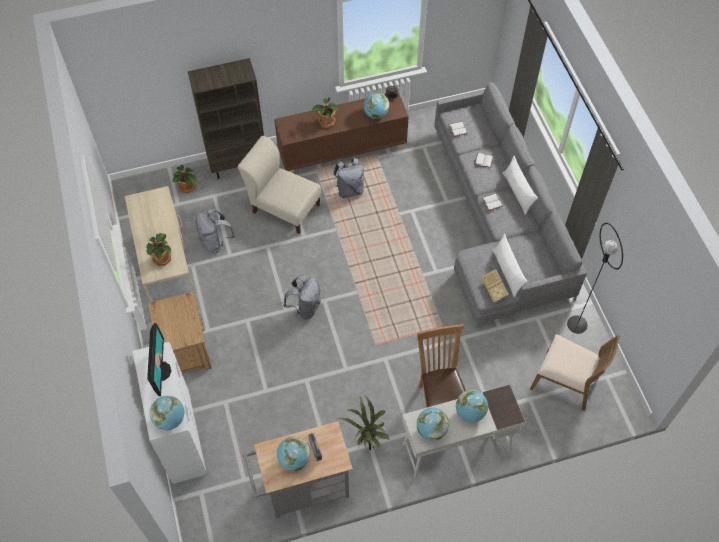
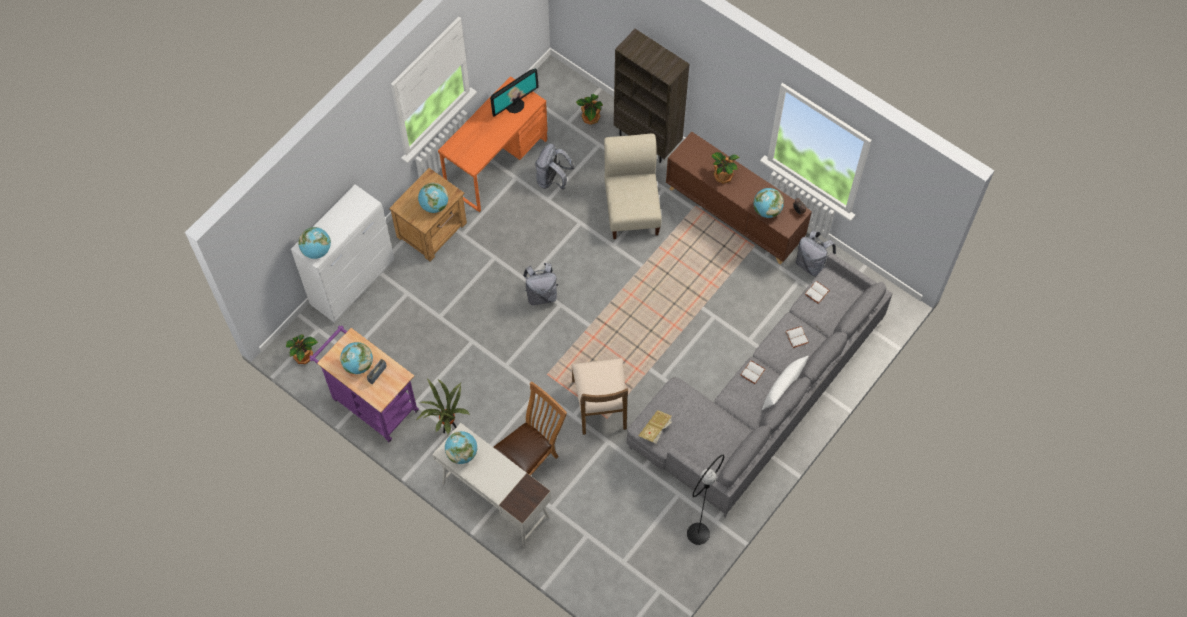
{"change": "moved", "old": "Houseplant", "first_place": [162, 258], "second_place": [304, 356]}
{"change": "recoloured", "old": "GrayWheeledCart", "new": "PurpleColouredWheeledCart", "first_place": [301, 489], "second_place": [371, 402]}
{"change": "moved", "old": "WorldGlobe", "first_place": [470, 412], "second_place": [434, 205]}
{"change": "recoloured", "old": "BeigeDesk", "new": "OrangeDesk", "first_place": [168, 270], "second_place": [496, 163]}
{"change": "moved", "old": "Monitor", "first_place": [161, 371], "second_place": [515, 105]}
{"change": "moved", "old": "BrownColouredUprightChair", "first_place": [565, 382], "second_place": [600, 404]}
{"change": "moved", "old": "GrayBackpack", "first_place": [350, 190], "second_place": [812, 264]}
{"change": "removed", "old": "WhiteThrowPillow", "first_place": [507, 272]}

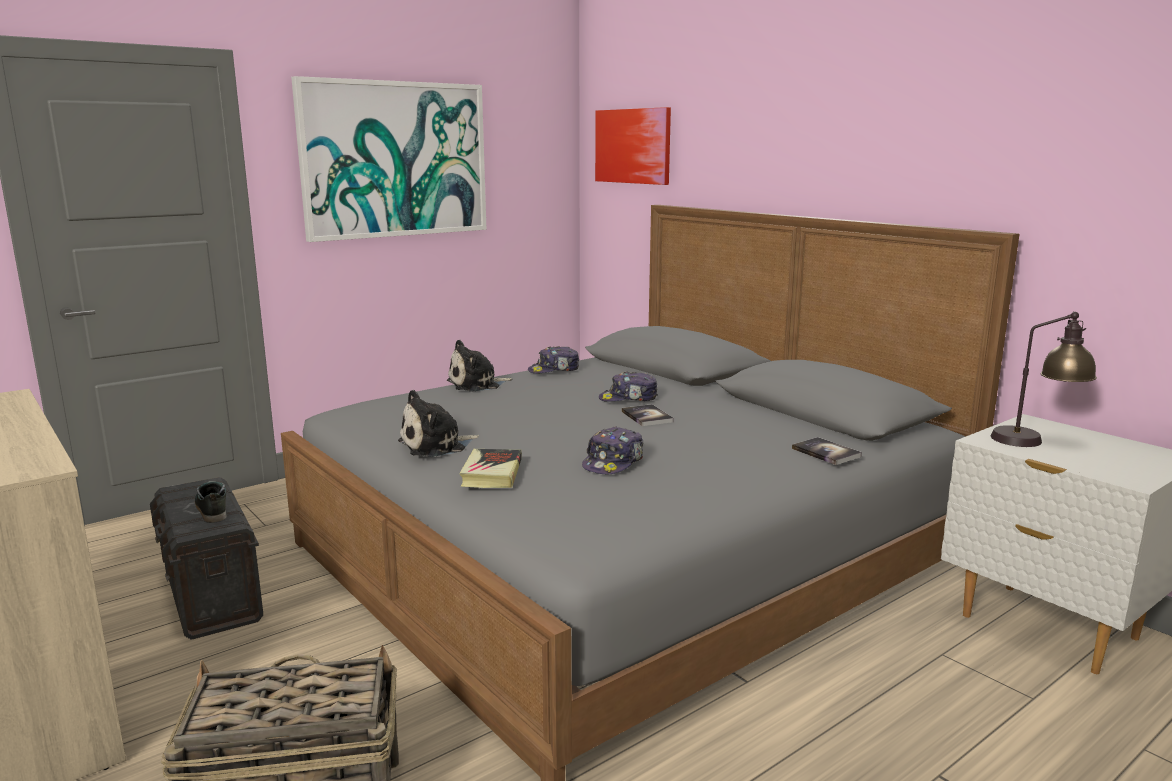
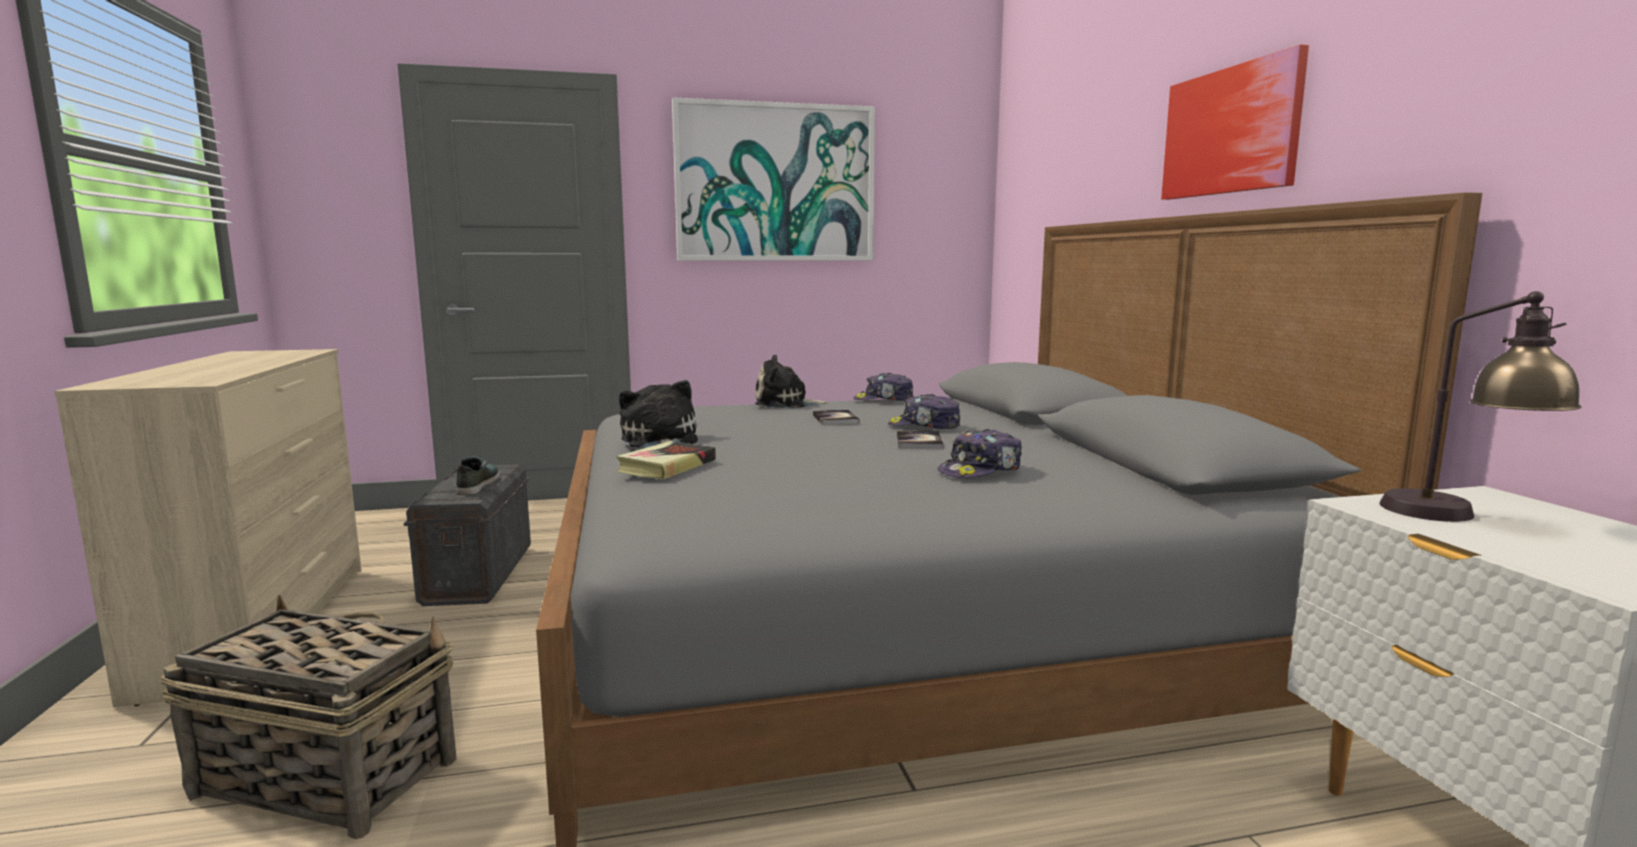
{"change": "turned", "old": "PlushToy", "first_place": [436, 446], "second_place": [660, 441], "degrees": 75}
{"change": "moved", "old": "Book", "first_place": [826, 452], "second_place": [835, 419]}
{"change": "moved", "old": "BaseballCap", "first_place": [613, 463], "second_place": [981, 471]}
{"change": "moved", "old": "WallArt", "first_place": [633, 146], "second_place": [1230, 131]}

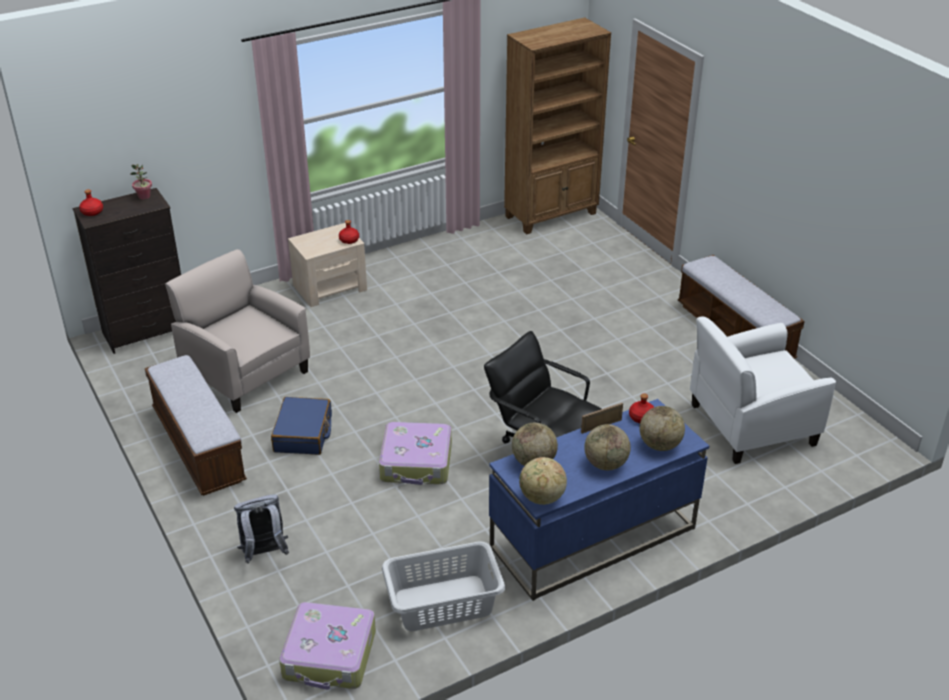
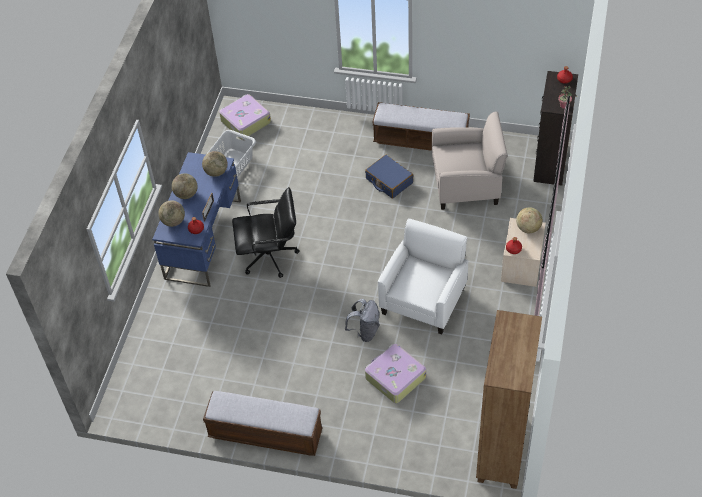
{"change": "moved", "old": "GrayBackpack", "first_place": [264, 553], "second_place": [365, 331]}
{"change": "moved", "old": "TravelCase", "first_place": [416, 463], "second_place": [394, 377]}
{"change": "moved", "old": "WhiteArmchair", "first_place": [750, 425], "second_place": [423, 300]}
{"change": "moved", "old": "WorldGlobe", "first_place": [542, 498], "second_place": [528, 228]}

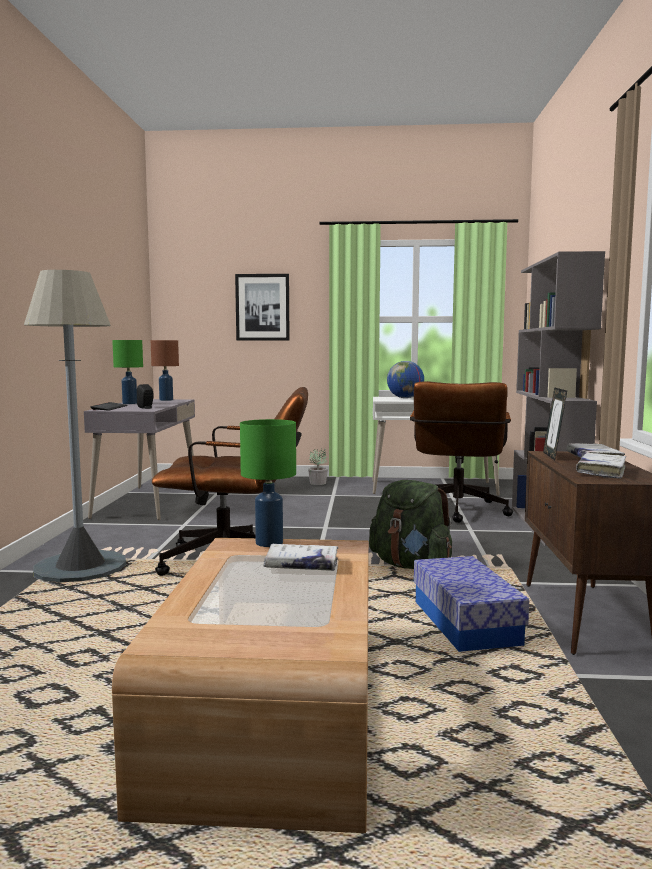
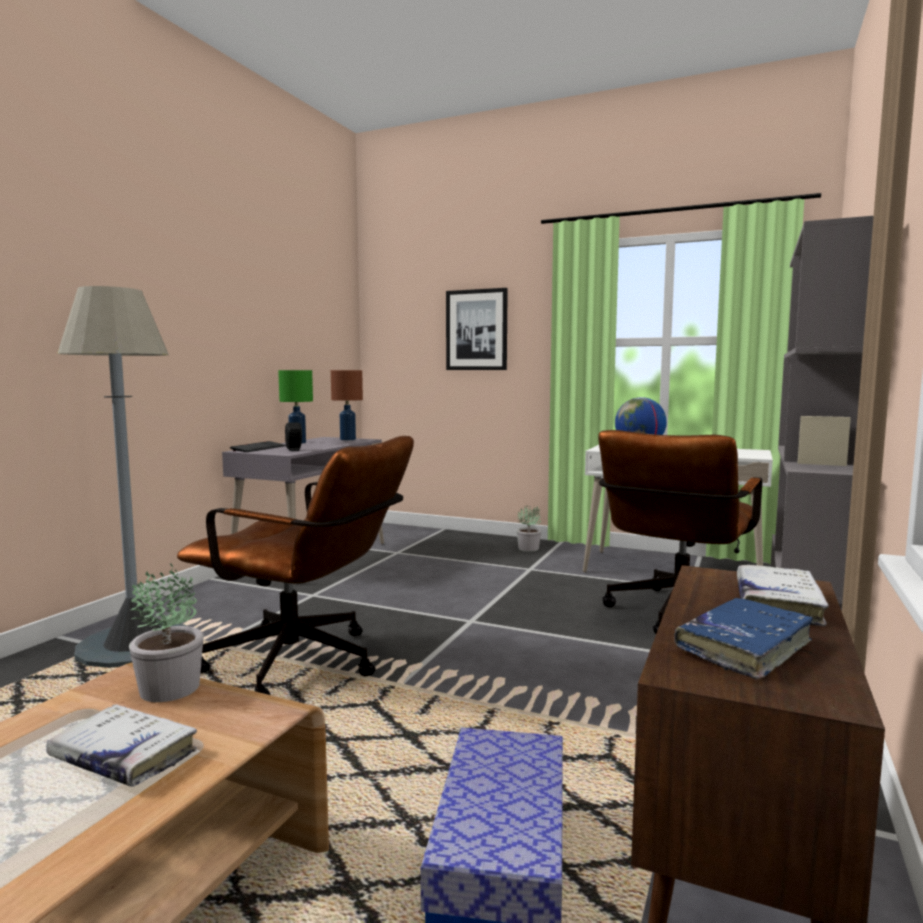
{"change": "replaced", "old": "GreenTabletopLamp", "new": "Houseplant", "first_place": [268, 543], "second_place": [169, 688]}
{"change": "recoloured", "old": "WhiteBook", "new": "BluishBook", "first_place": [601, 472], "second_place": [744, 647]}
{"change": "removed", "old": "GreenBackpack", "first_place": [411, 565]}
{"change": "removed", "old": "PictureFrame", "first_place": [553, 456]}

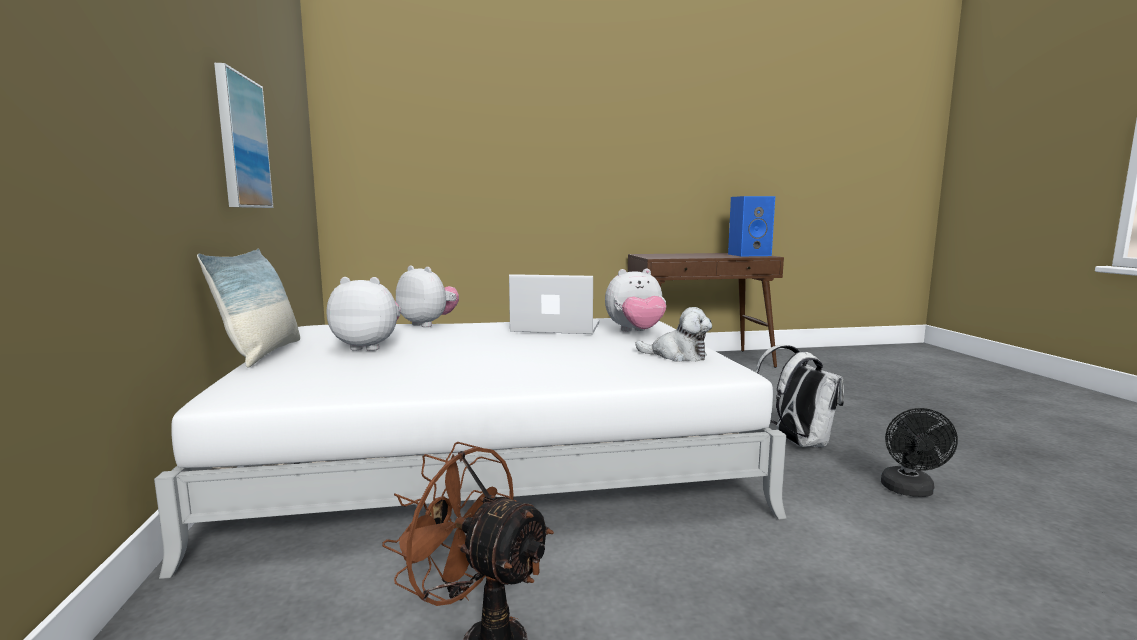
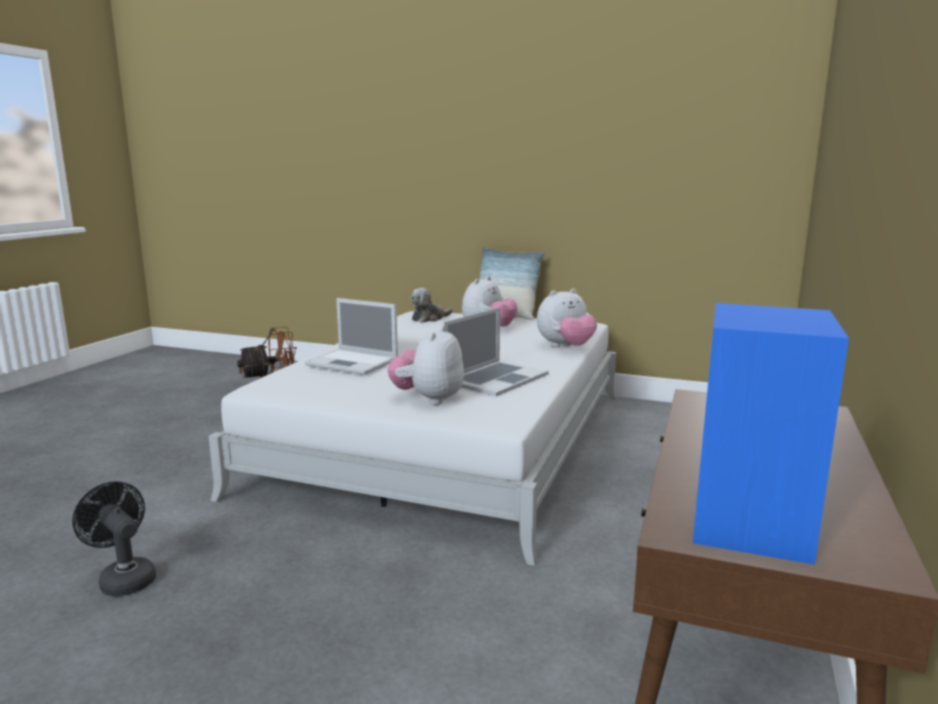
{"change": "added", "new": "Laptop", "second_place": [353, 363]}
{"change": "moved", "old": "PlushToy", "first_place": [677, 356], "second_place": [429, 318]}
{"change": "removed", "old": "WallArt", "first_place": [242, 142]}
{"change": "removed", "old": "WhiteBackpack", "first_place": [796, 442]}

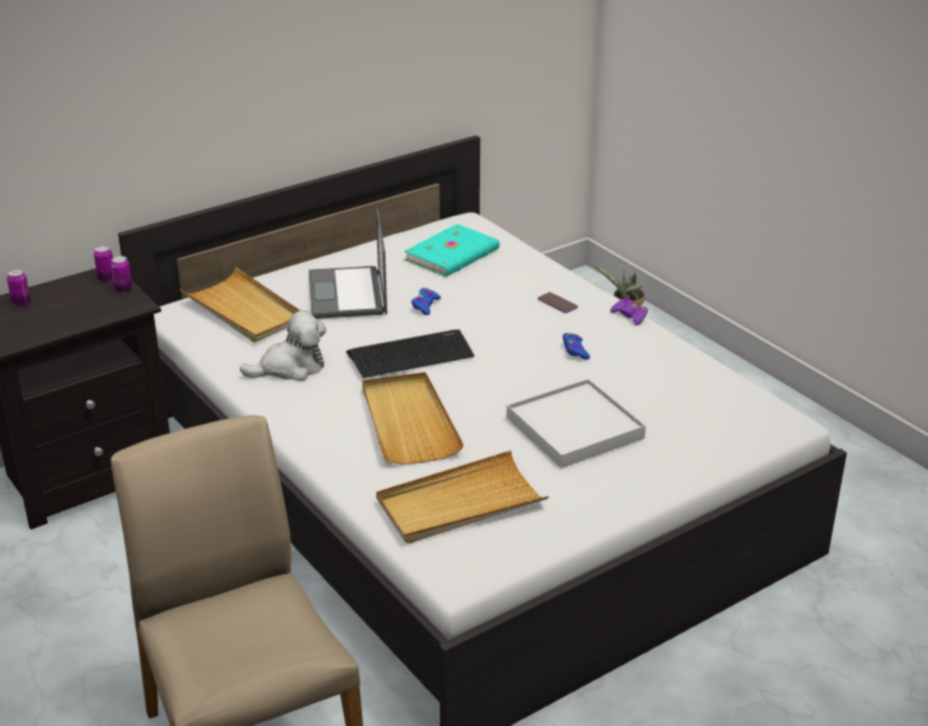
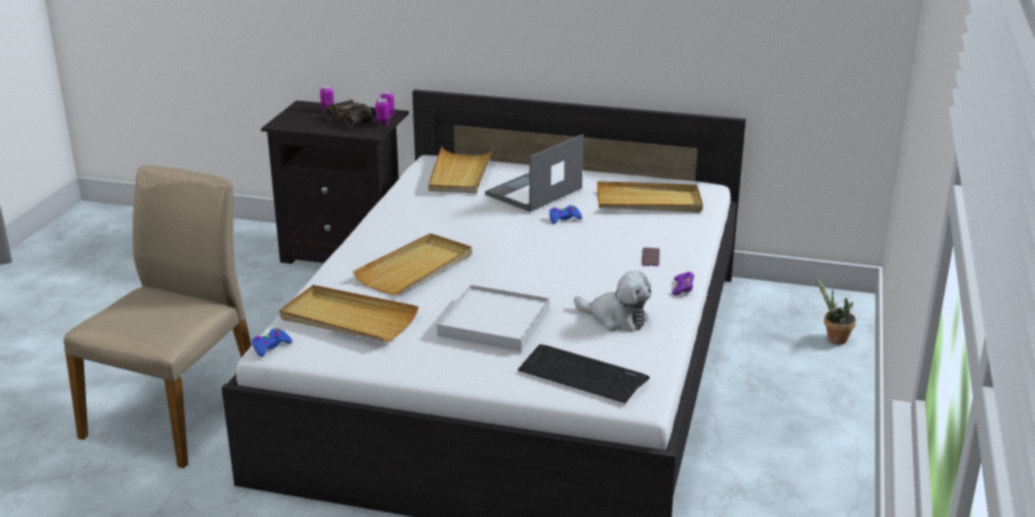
{"change": "moved", "old": "BluishJoypad", "first_place": [575, 350], "second_place": [270, 346]}
{"change": "added", "new": "PairOfBinoculars", "second_place": [353, 119]}
{"change": "moved", "old": "Keyboard", "first_place": [411, 355], "second_place": [582, 374]}
{"change": "moved", "old": "PlushToy", "first_place": [290, 368], "second_place": [616, 318]}
{"change": "replaced", "old": "BlueGreenBook", "new": "BeigeCarryingTray", "first_place": [453, 255], "second_place": [649, 202]}

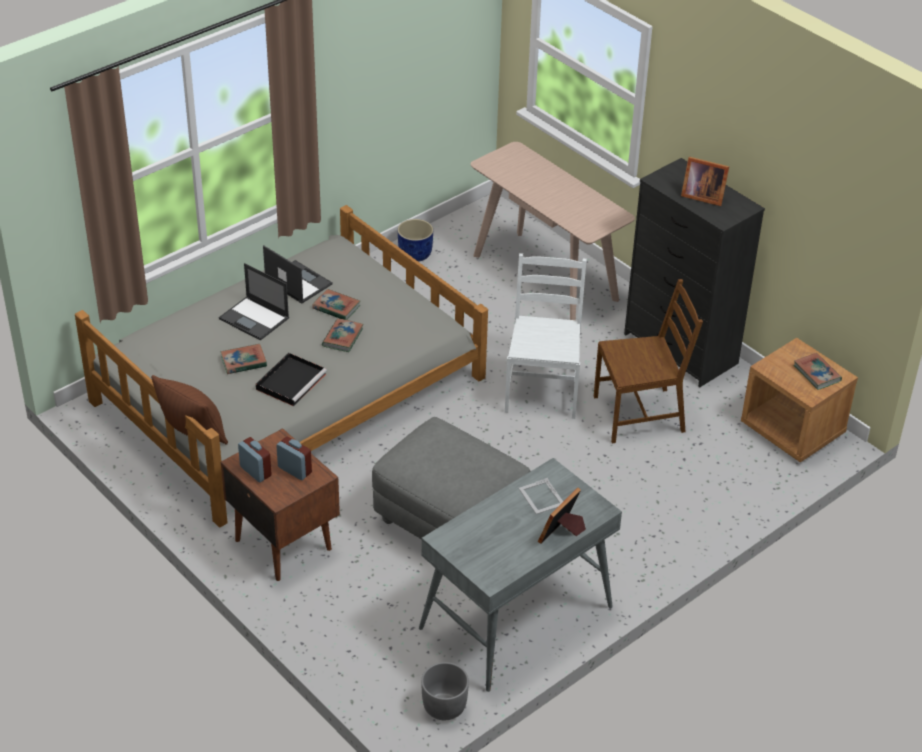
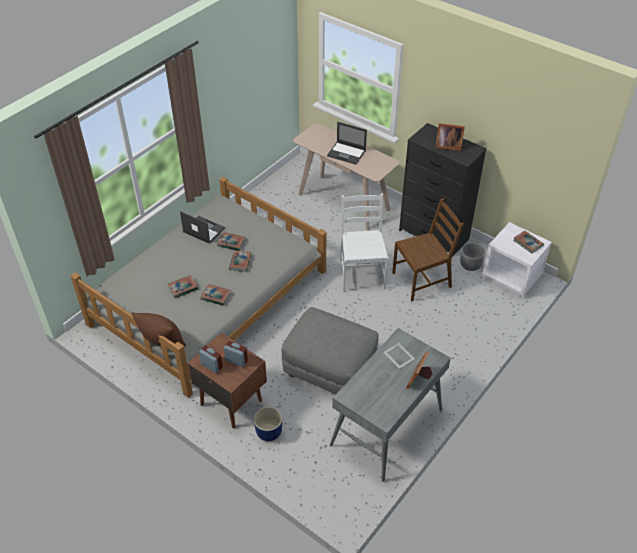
{"change": "replaced", "old": "BlackishCarryingTray", "new": "Book", "first_place": [291, 381], "second_place": [216, 296]}
{"change": "moved", "old": "BluishPlantPot", "first_place": [414, 254], "second_place": [268, 432]}
{"change": "moved", "old": "Laptop", "first_place": [255, 319], "second_place": [347, 153]}
{"change": "moved", "old": "GrayPlantPot", "first_place": [444, 706], "second_place": [470, 265]}
{"change": "recoloured", "old": "BrownColouredNightstand", "new": "WhiteNightstand", "first_place": [793, 430], "second_place": [512, 276]}

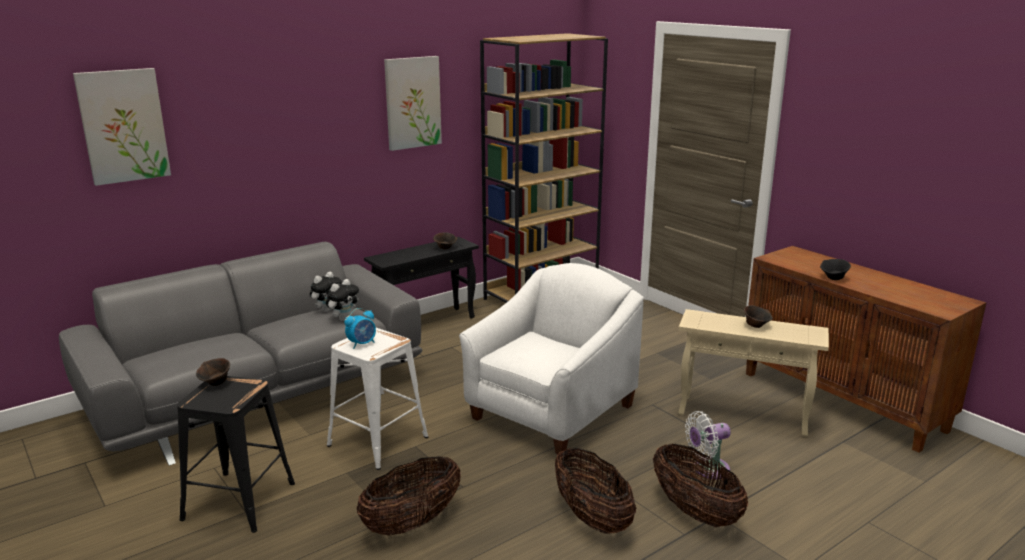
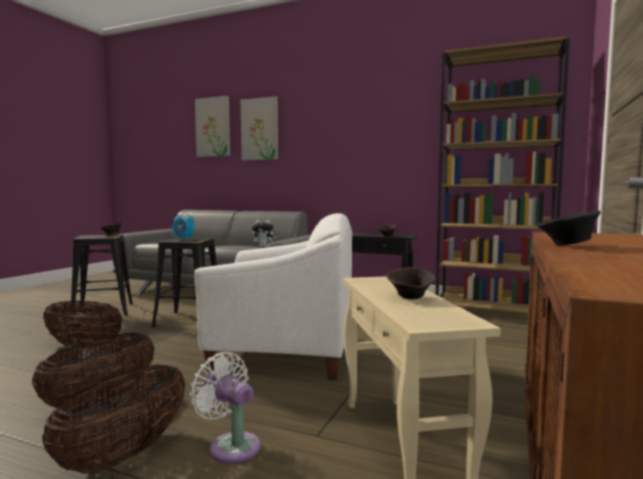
{"change": "recoloured", "old": "WhiteStoolSeat", "new": "BlackishStoolSeat", "first_place": [377, 440], "second_place": [190, 319]}
{"change": "moved", "old": "WallArt", "first_place": [412, 102], "second_place": [260, 129]}
{"change": "removed", "old": "PlushToy", "first_place": [344, 319]}

